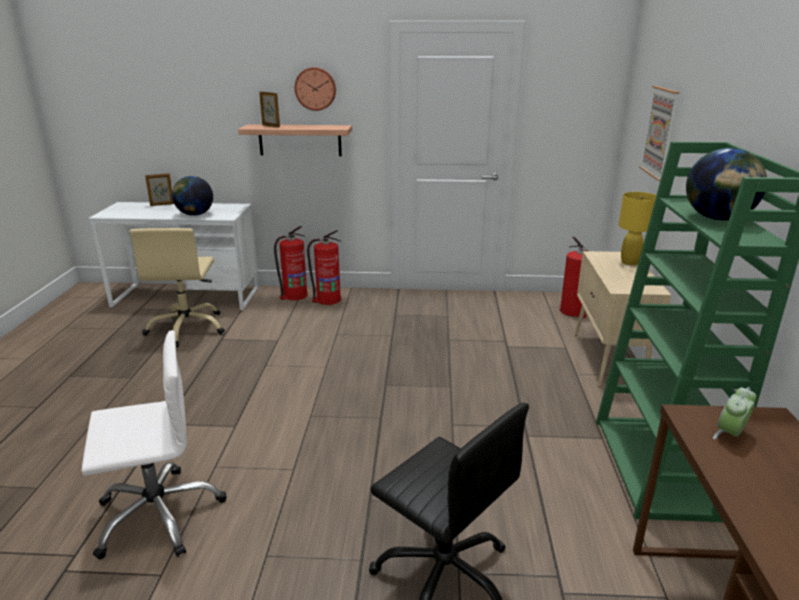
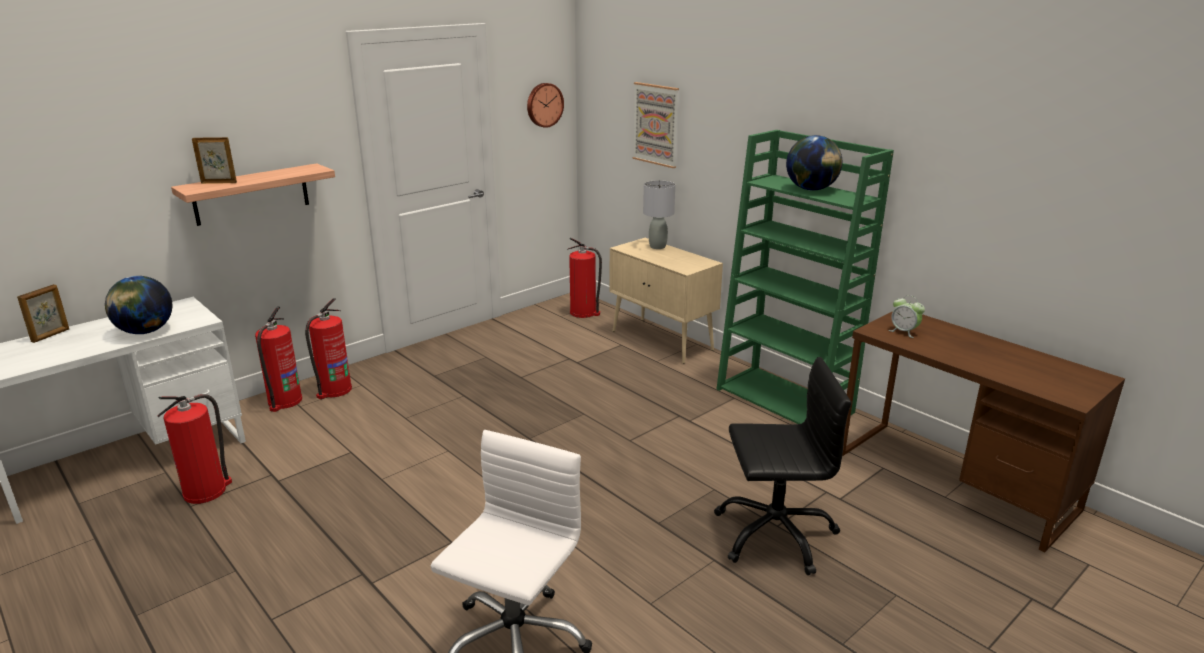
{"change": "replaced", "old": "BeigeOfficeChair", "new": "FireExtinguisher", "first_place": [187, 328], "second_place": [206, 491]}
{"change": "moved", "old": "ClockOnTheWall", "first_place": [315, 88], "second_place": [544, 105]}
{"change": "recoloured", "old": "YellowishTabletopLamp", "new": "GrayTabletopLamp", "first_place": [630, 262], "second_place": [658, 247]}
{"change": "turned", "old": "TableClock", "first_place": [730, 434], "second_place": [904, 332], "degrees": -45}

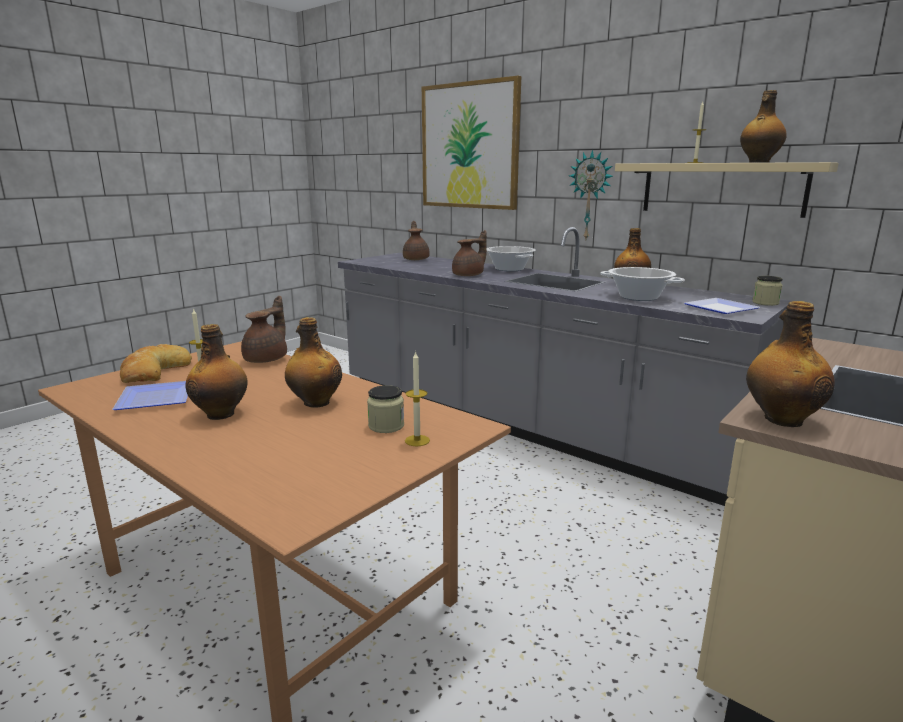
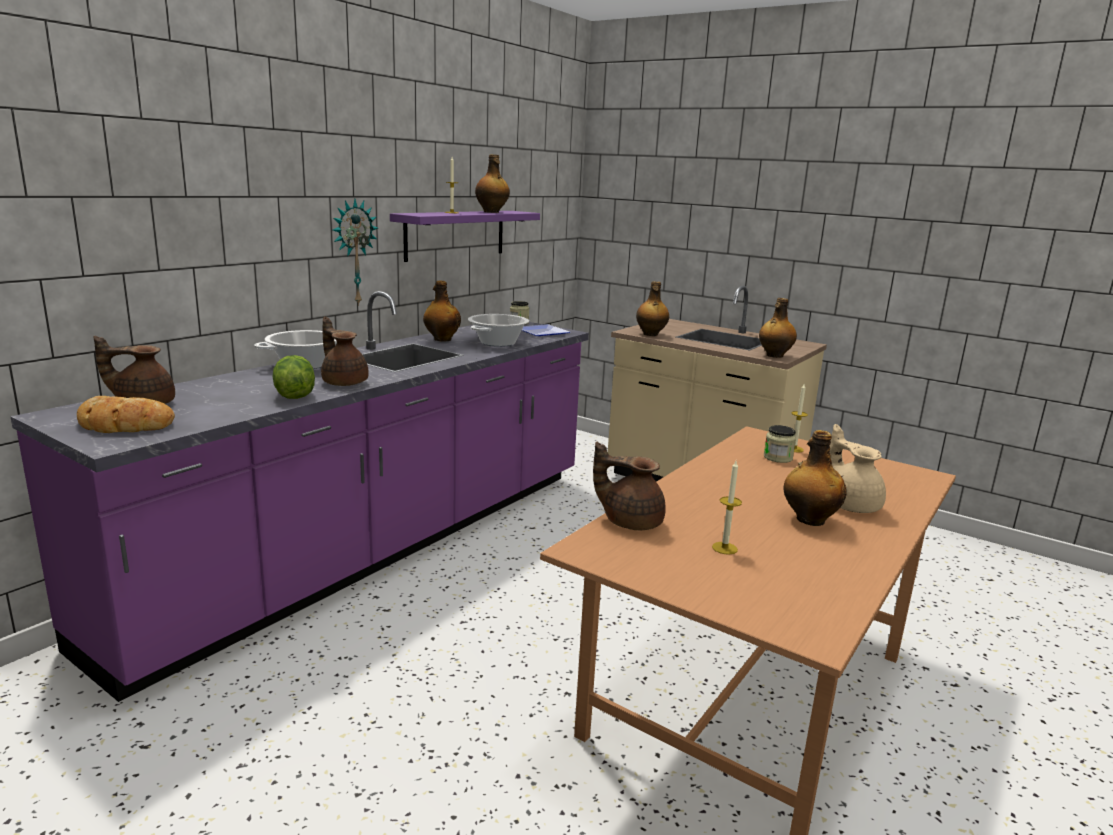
{"change": "recoloured", "old": "GrayKitchenBaseUnit", "new": "PurpleColouredKitchenBaseUnit", "first_place": [520, 424], "second_place": [379, 548]}
{"change": "moved", "old": "BakeryBread", "first_place": [154, 371], "second_place": [123, 425]}
{"change": "added", "new": "HeadOfLettuce", "second_place": [294, 395]}
{"change": "recoloured", "old": "BeigeBracketShelf", "new": "PurpleColouredBracketShelf", "first_place": [721, 188], "second_place": [455, 234]}
{"change": "moved", "old": "BeverageBottle", "first_place": [315, 403], "second_place": [650, 334]}
{"change": "added", "new": "BeigeTeaPot", "second_place": [851, 504]}
{"change": "removed", "old": "DinnerPlate", "first_place": [158, 397]}
{"change": "removed", "old": "WallArt", "first_place": [469, 146]}

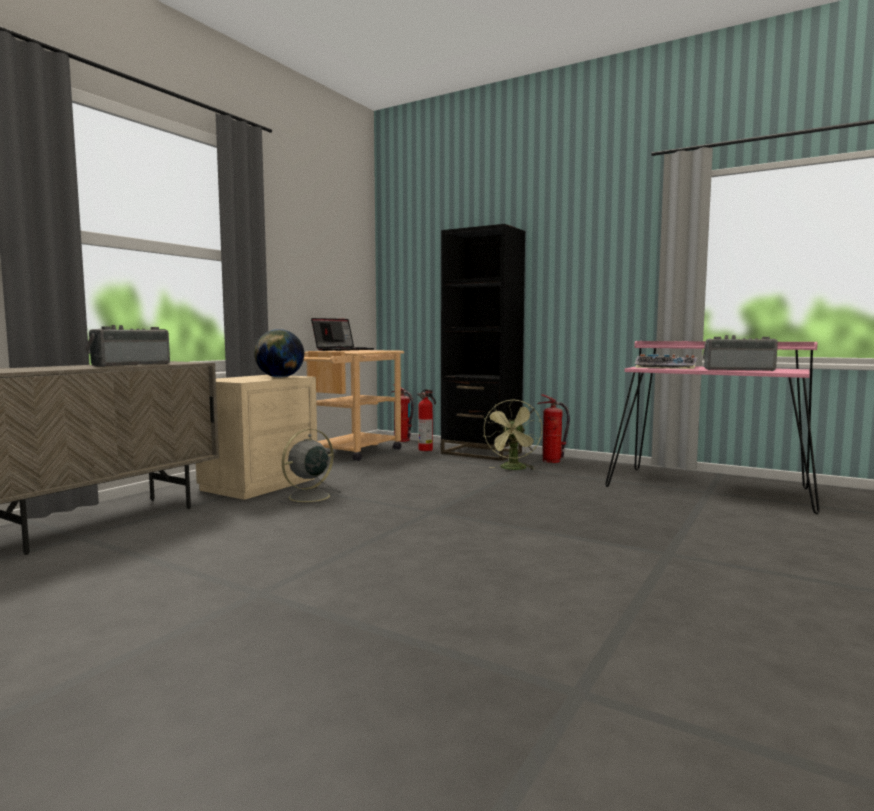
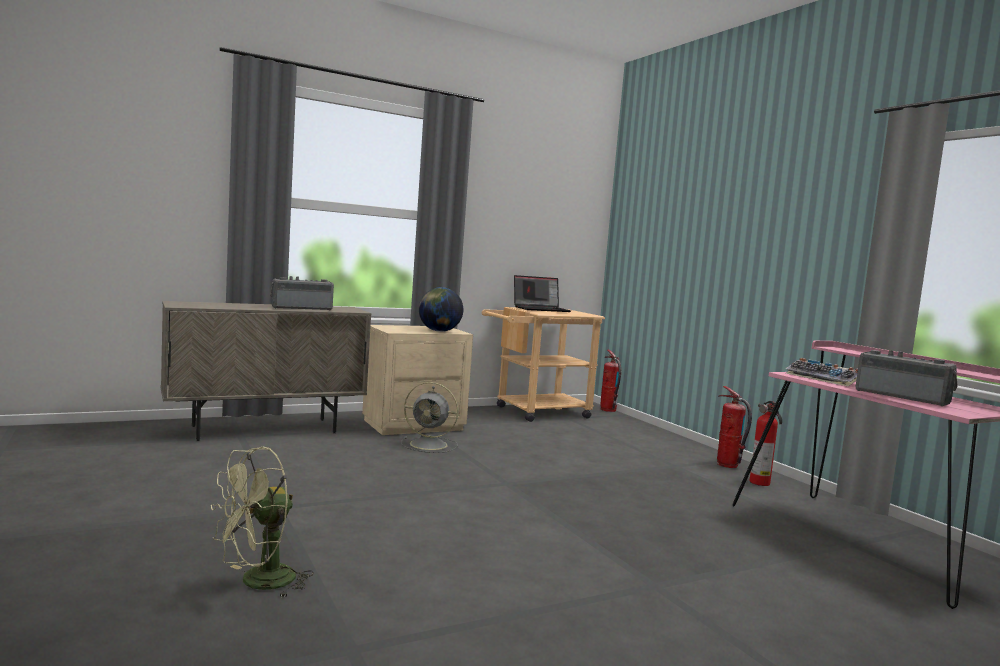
{"change": "moved", "old": "GreenFan", "first_place": [513, 469], "second_place": [258, 583]}
{"change": "turned", "old": "GrayFan", "first_place": [307, 497], "second_place": [430, 445], "degrees": -150}
{"change": "moved", "old": "FireExtinguisher", "first_place": [426, 449], "second_place": [760, 483]}
{"change": "removed", "old": "BlackishBookcase", "first_place": [481, 453]}

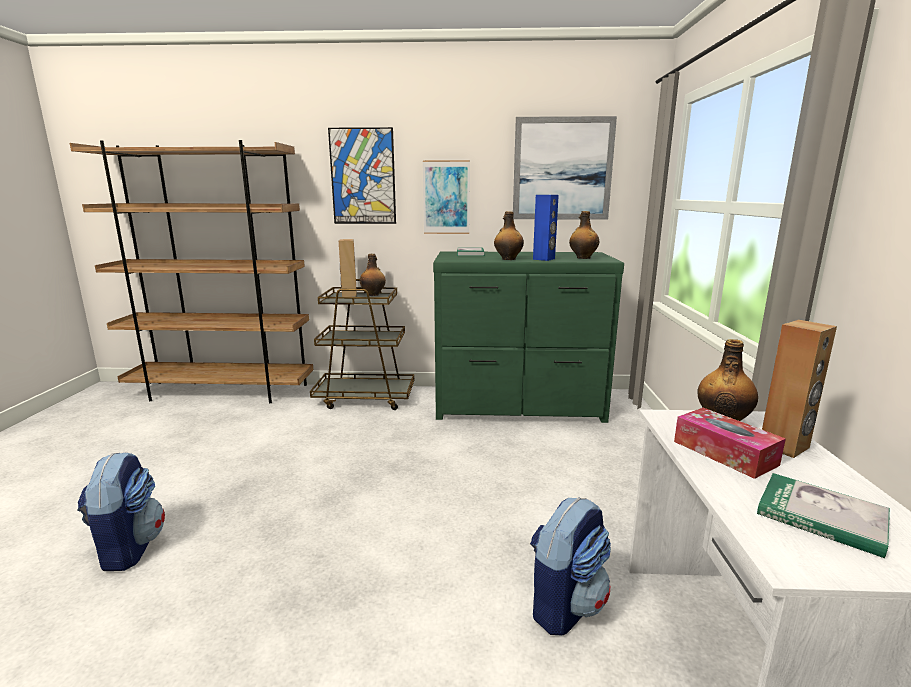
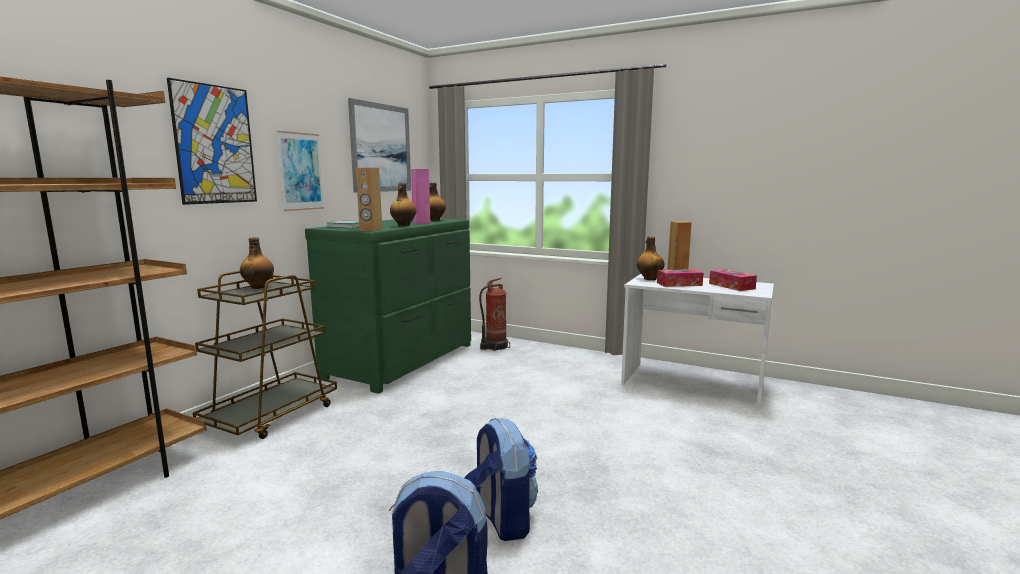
{"change": "moved", "old": "BrownColouredAudioSpeaker", "first_place": [349, 295], "second_place": [370, 230]}
{"change": "recoloured", "old": "BluishAudioSpeaker", "new": "PinkAudioSpeaker", "first_place": [544, 259], "second_place": [421, 223]}
{"change": "moved", "old": "Backpack", "first_place": [565, 605], "second_place": [501, 519]}
{"change": "added", "new": "FireExtinguisher", "second_place": [494, 347]}
{"change": "replaced", "old": "Book", "new": "TissueHolder", "first_place": [821, 517], "second_place": [731, 286]}

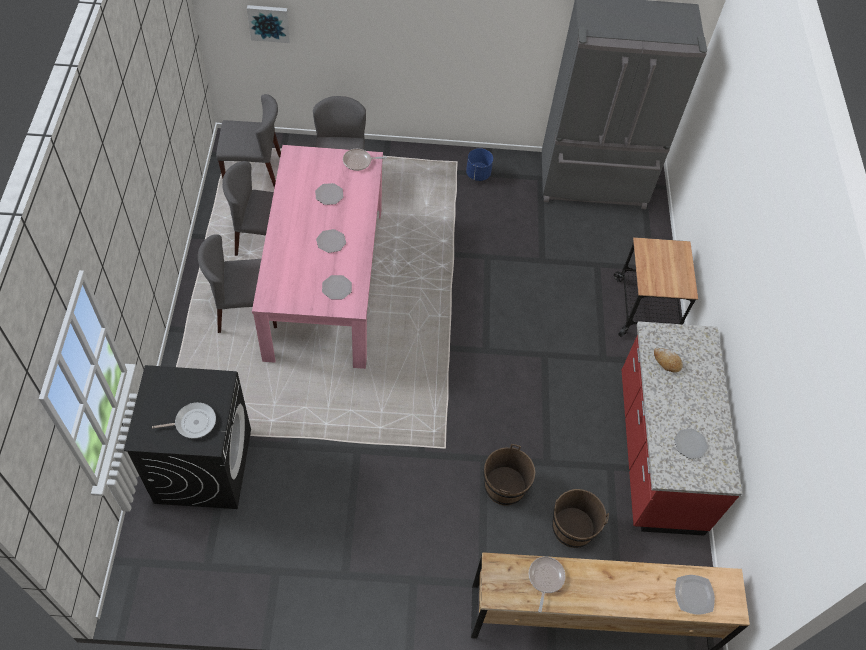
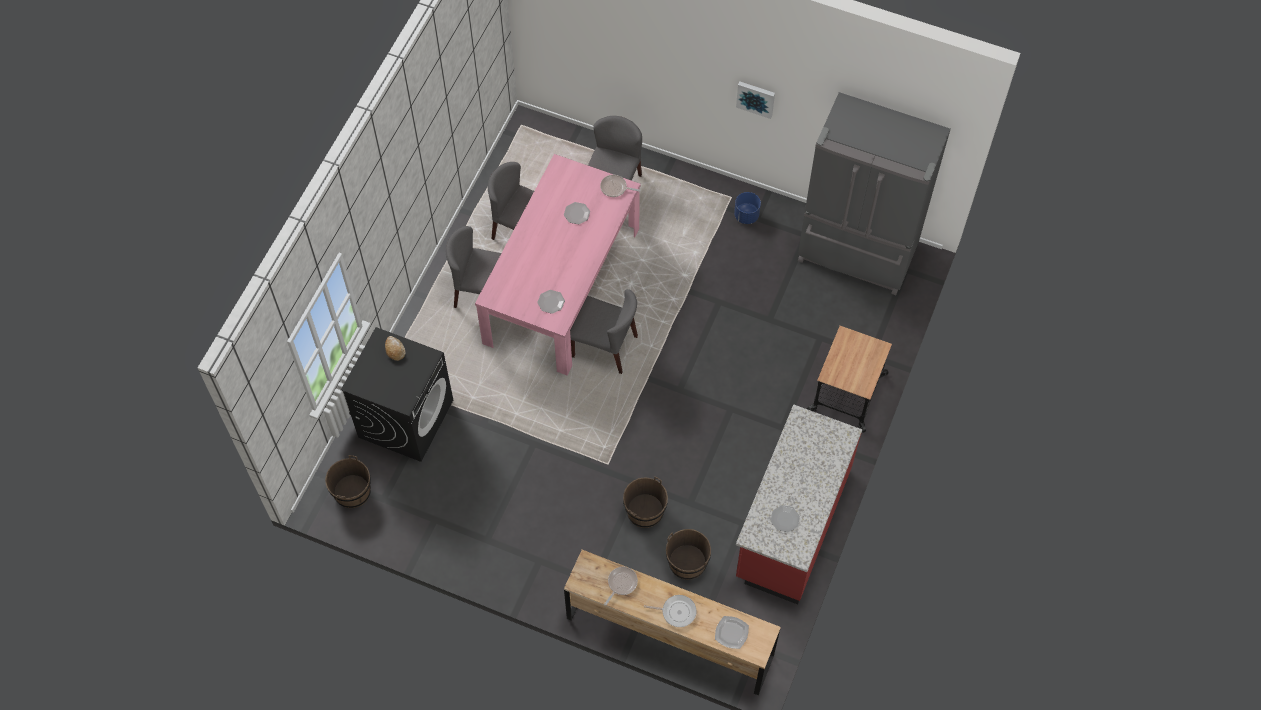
{"change": "added", "new": "BrownColouredBucket", "second_place": [352, 492]}
{"change": "moved", "old": "BakeryBread", "first_place": [666, 362], "second_place": [394, 350]}
{"change": "moved", "old": "GrayUprightChair", "first_place": [254, 170], "second_place": [605, 346]}
{"change": "moved", "old": "Skillet", "first_place": [193, 422], "second_place": [676, 611]}
{"change": "moved", "old": "WallArt", "first_place": [269, 22], "second_place": [756, 98]}
{"change": "removed", "old": "DinnerPlate", "first_place": [331, 241]}

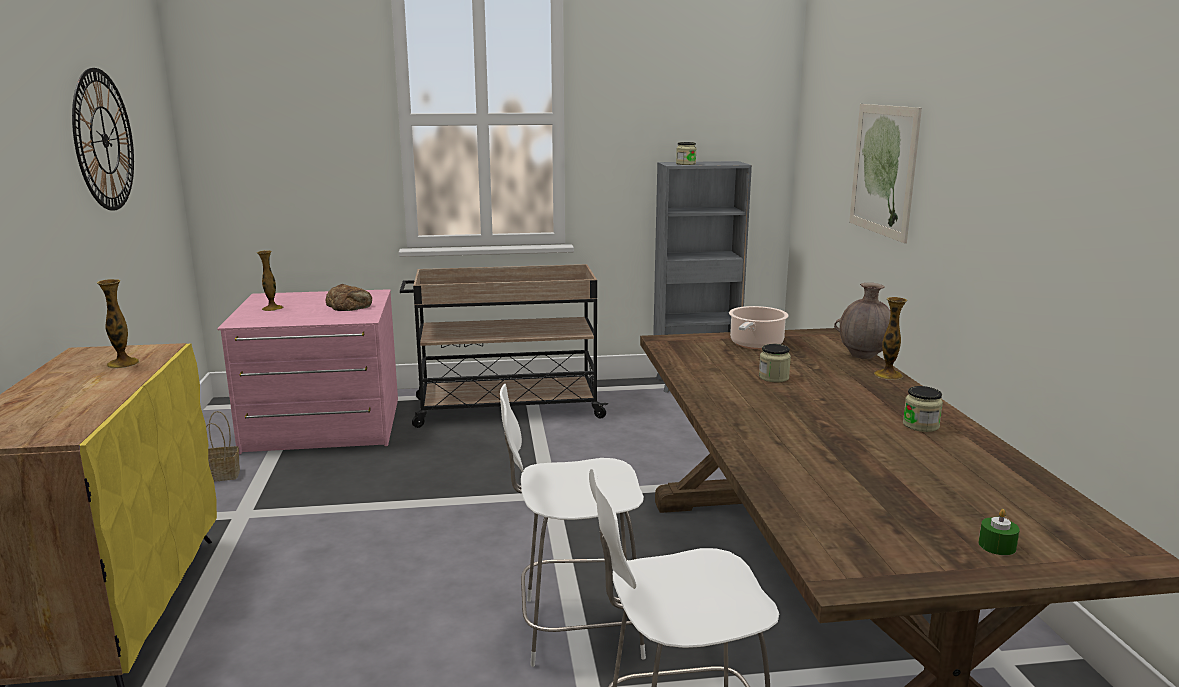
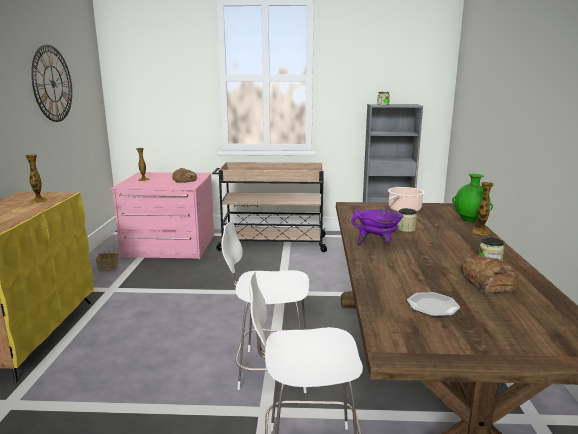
{"change": "added", "new": "PurpleColouredSaucepot", "second_place": [377, 244]}
{"change": "added", "new": "DinnerPlate", "second_place": [432, 306]}
{"change": "recoloured", "old": "BrownColouredFlowerVase", "new": "GreenFlowerVase", "first_place": [864, 357], "second_place": [470, 220]}
{"change": "added", "new": "BakeryBread", "second_place": [488, 281]}
{"change": "removed", "old": "WallArt", "first_place": [883, 170]}
{"change": "removed", "old": "GreenWaxLight", "first_place": [997, 546]}

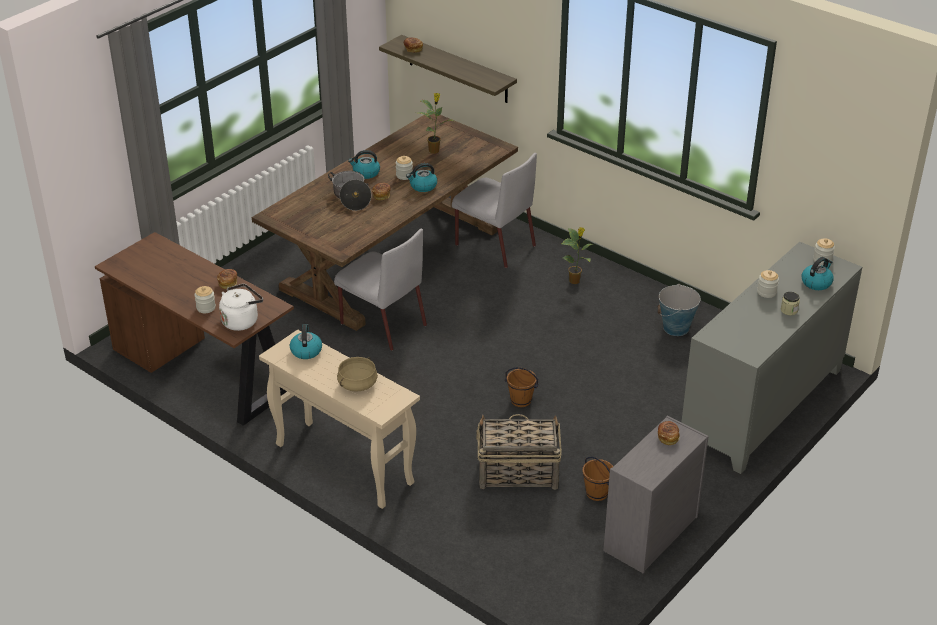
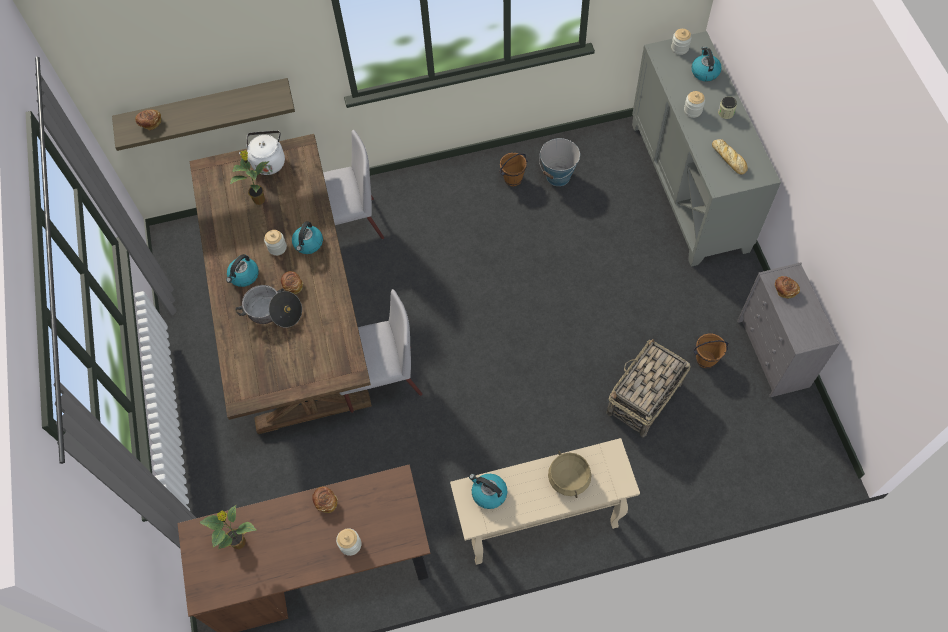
{"change": "moved", "old": "Houseplant", "first_place": [575, 281], "second_place": [239, 541]}
{"change": "moved", "old": "WhiteKettle", "first_place": [241, 321], "second_place": [268, 161]}
{"change": "moved", "old": "BrownColouredBucket", "first_place": [521, 400], "second_place": [513, 179]}
{"change": "added", "new": "BakeryBread", "second_place": [729, 159]}

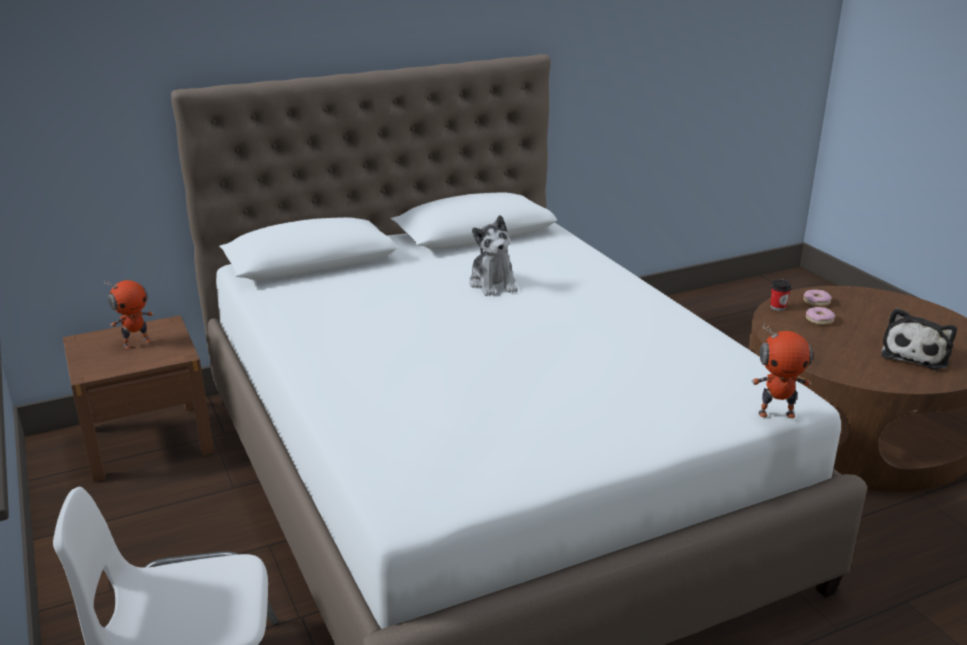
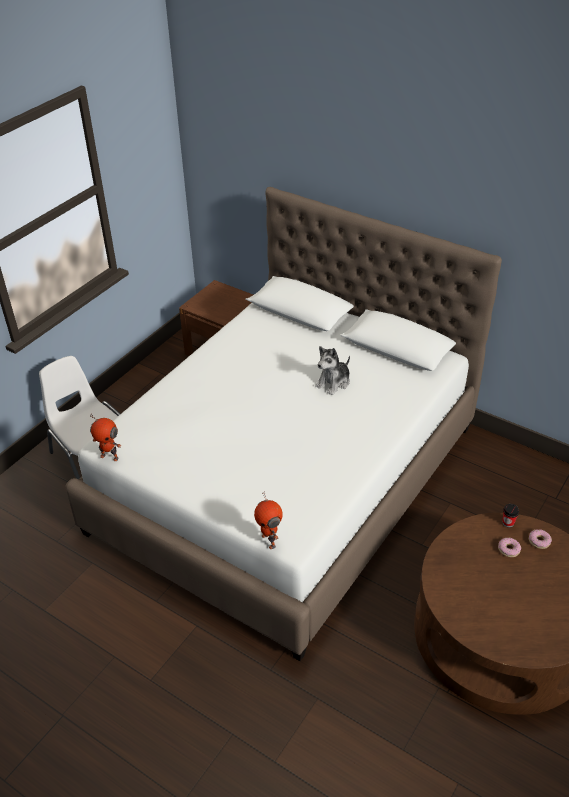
{"change": "moved", "old": "ToyRobot", "first_place": [136, 343], "second_place": [110, 456]}
{"change": "removed", "old": "PlushToy", "first_place": [915, 354]}

